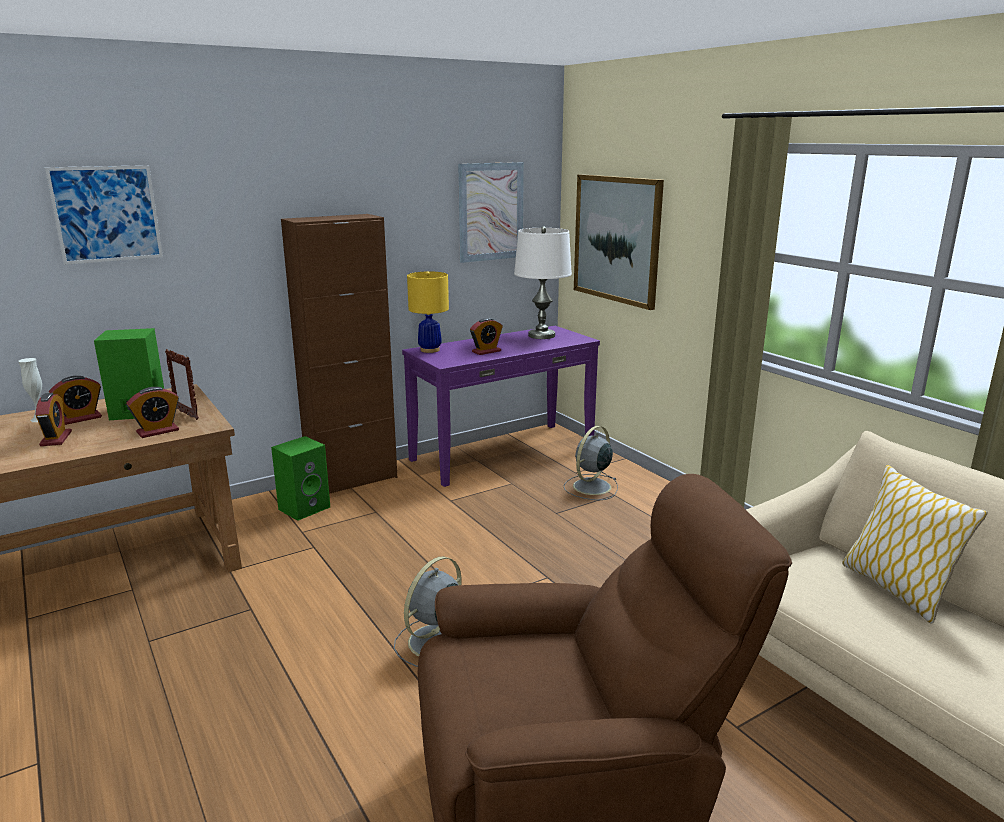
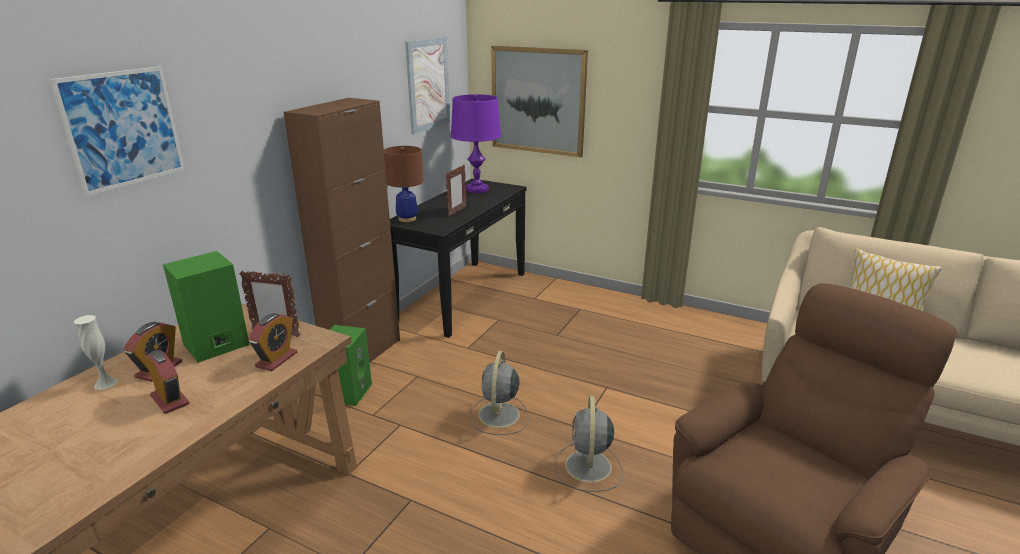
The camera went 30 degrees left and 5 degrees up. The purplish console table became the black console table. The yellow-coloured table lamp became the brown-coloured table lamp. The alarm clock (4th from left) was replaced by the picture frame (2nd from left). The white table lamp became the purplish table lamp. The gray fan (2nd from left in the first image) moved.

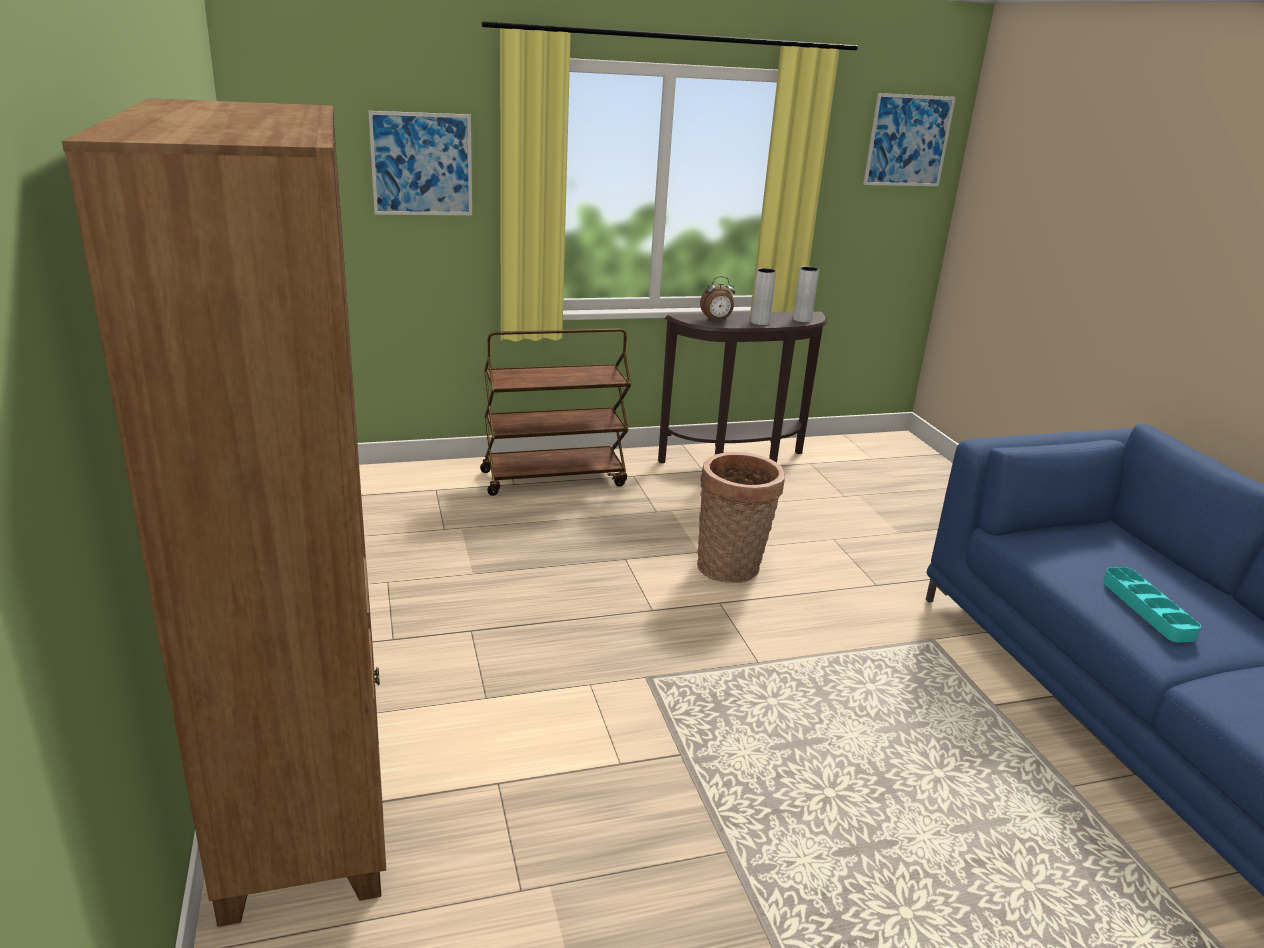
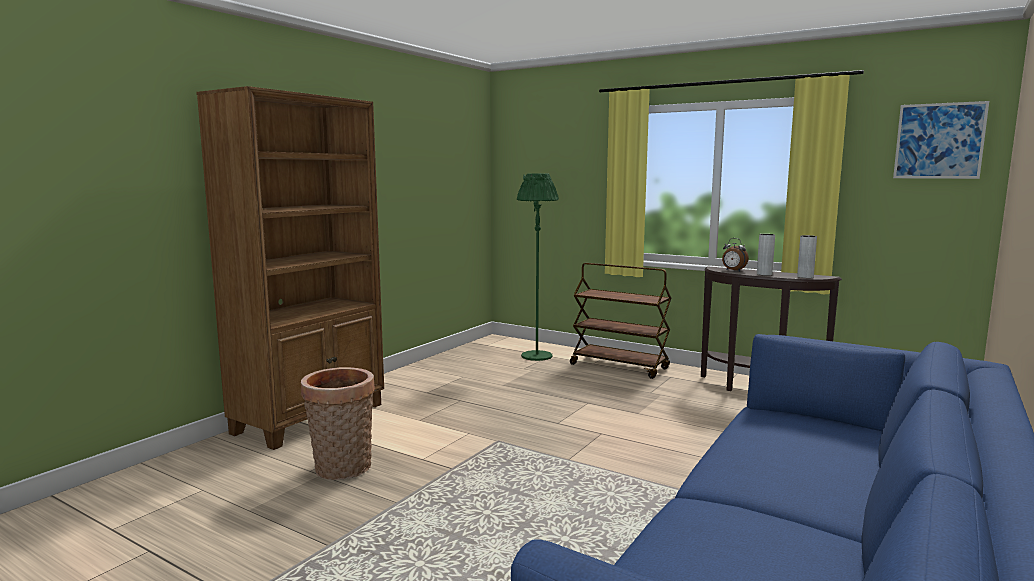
The camera went 50 degrees right and 15 degrees down. The wall picture (1st from left) disappeared. The household basket moved. The turquoise-coloured carrying tray disappeared. The green-coloured standard lamp appeared.

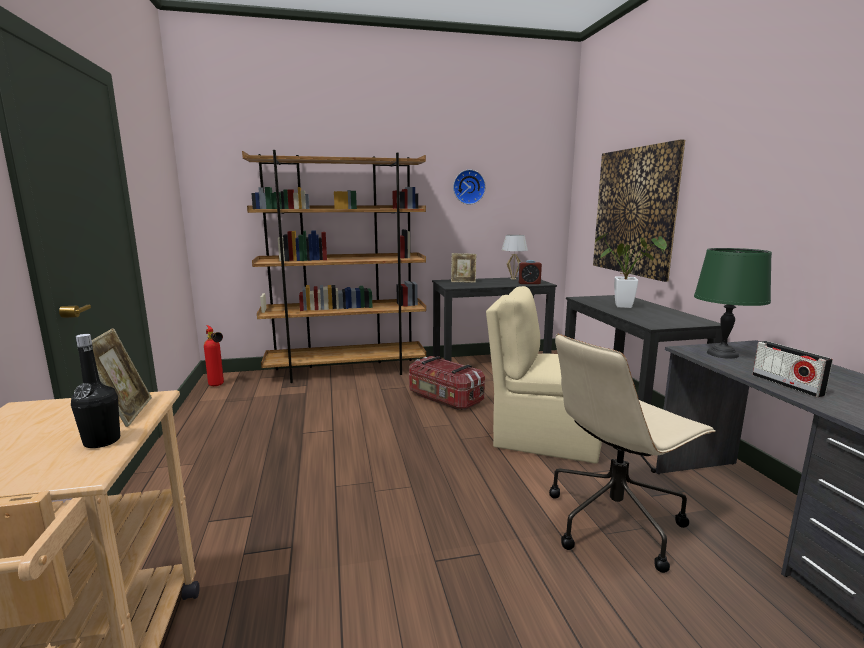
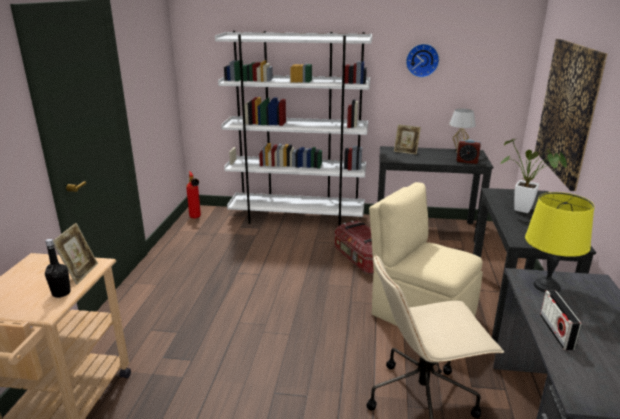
The camera went 20 degrees right and 10 degrees up. The brown-coloured shelving unit became the white shelving unit. The green-coloured table lamp became the yellow-coloured table lamp.

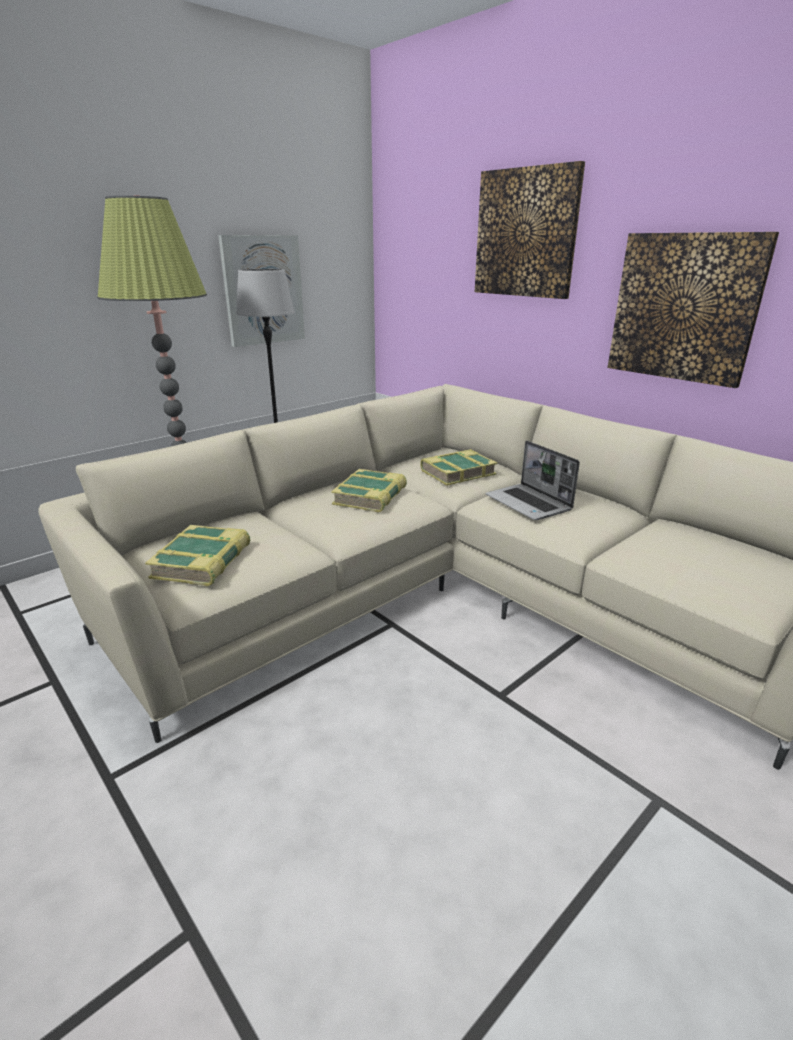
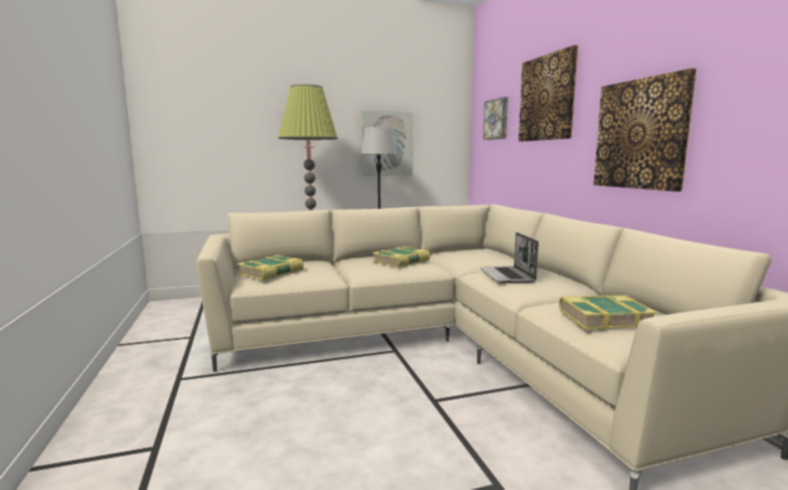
The camera went 25 degrees right and 15 degrees down. The volume (3rd from left) moved. The wall picture (2nd from left) appeared.

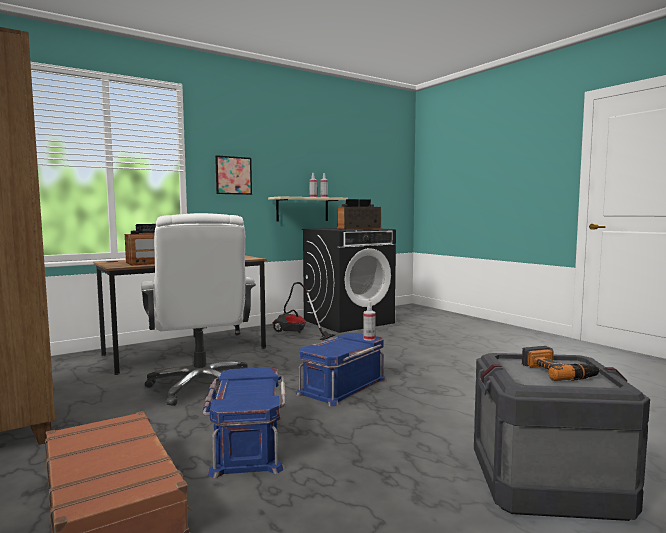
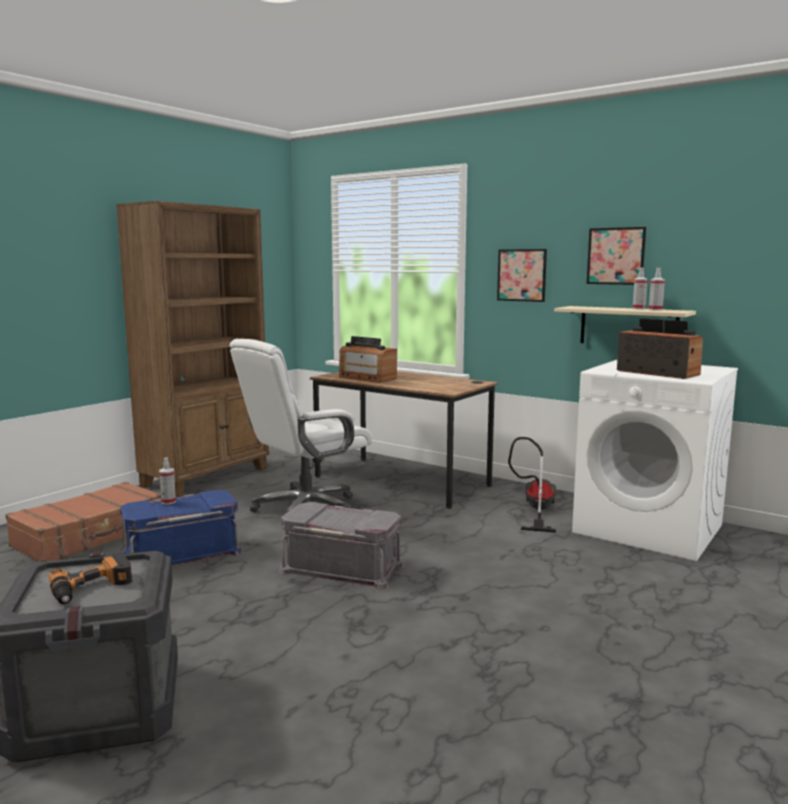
The camera went 70 degrees right and 5 degrees up. The bluish storage box (2nd from left) became the gray storage box. The black washing machine became the white washing machine. The spray bottle (3rd from left in the first image) moved. The wall picture (2nd from left) appeared.

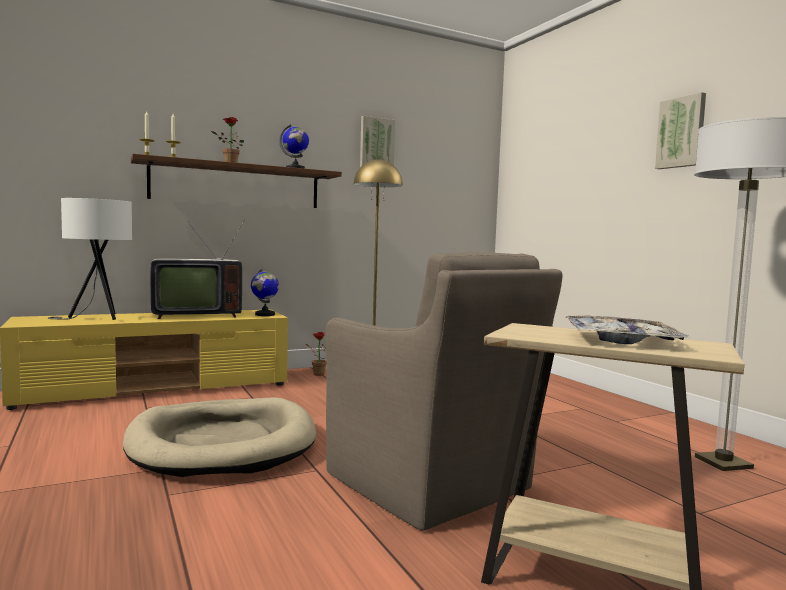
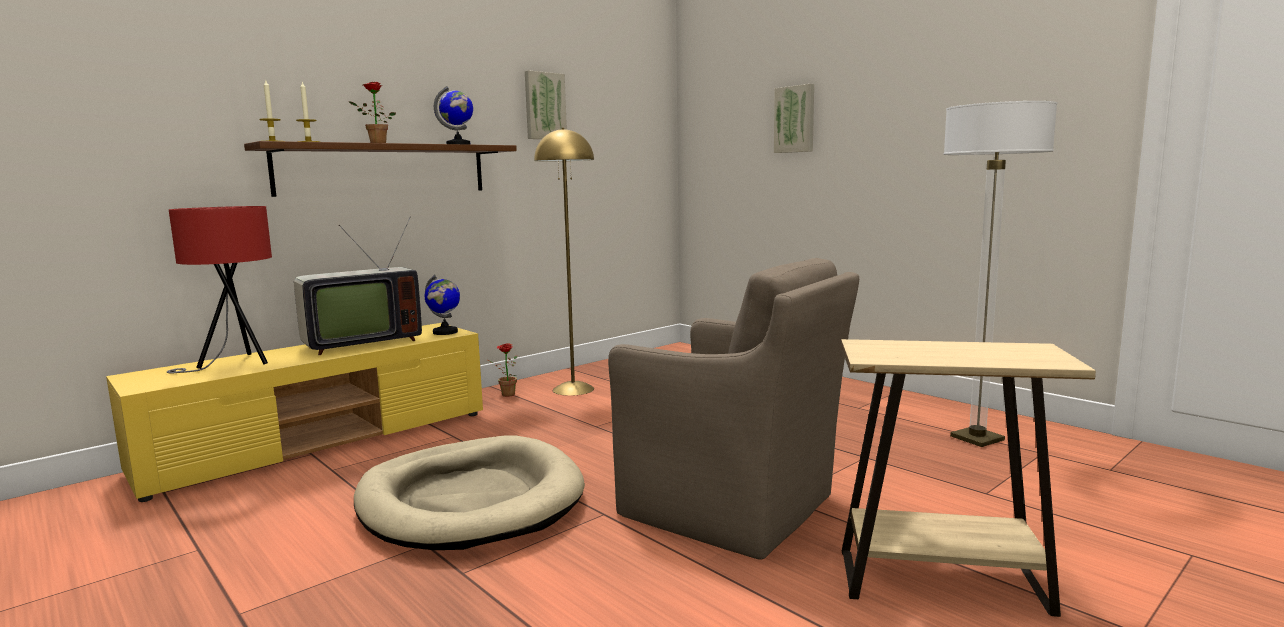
The camera went 15 degrees left and 5 degrees up. The white table lamp became the red table lamp. The carrying tray disappeared. The wall picture (2nd from left) moved.

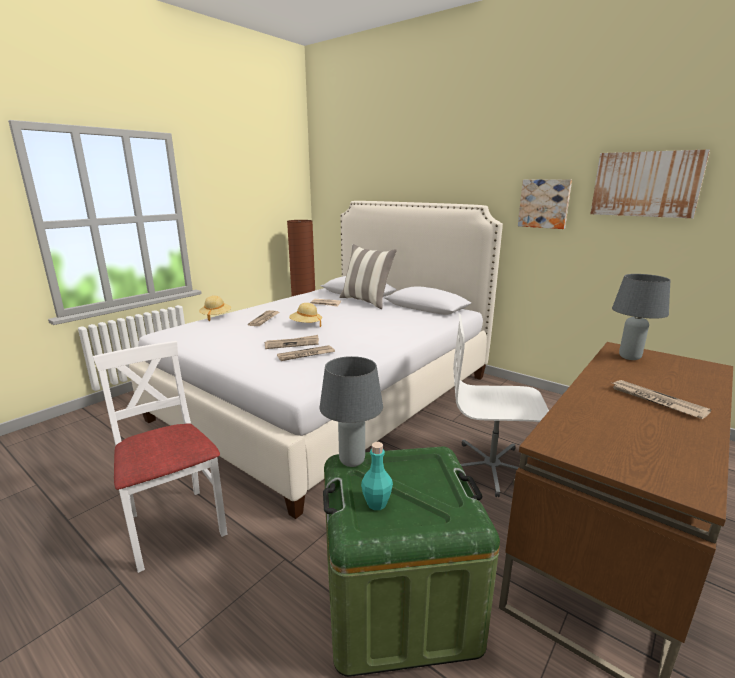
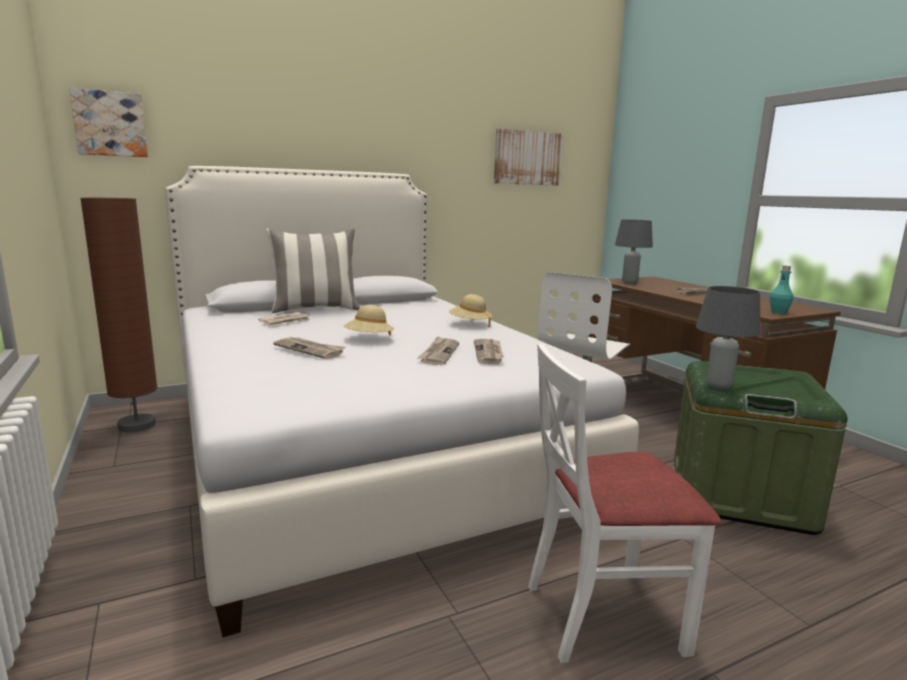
The camera went 65 degrees left and 5 degrees down. The beige-coloured hat (1st from left in the first image) moved. The turquoise-coloured drink bottle moved. The wall picture (1st from left) moved.

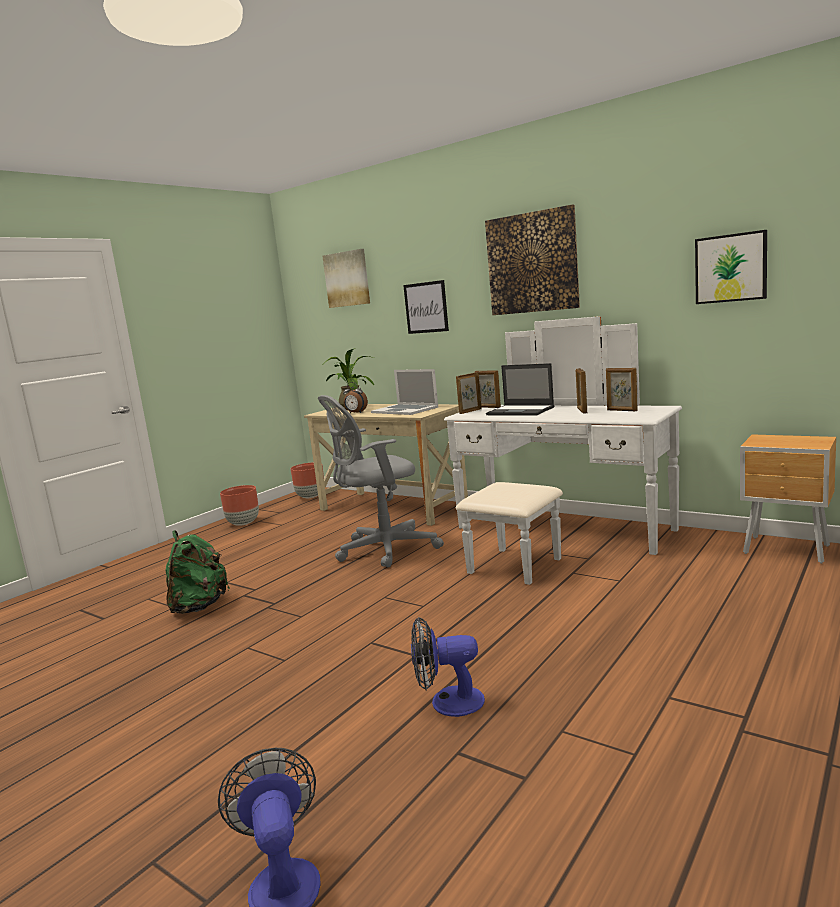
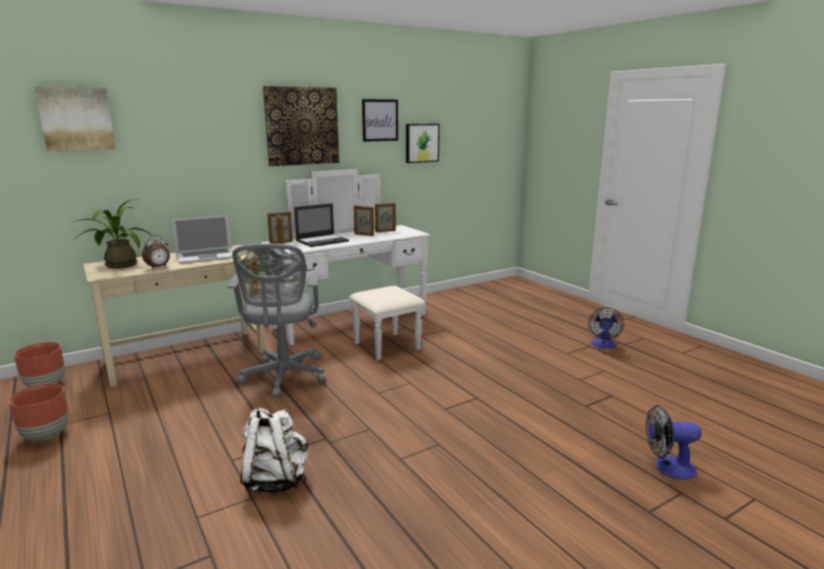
The camera went 70 degrees left and 5 degrees up. The green-coloured rucksack became the white rucksack. The wall picture (2nd from left in the first image) moved. The fan (2nd from left in the first image) moved. The brown-coloured nightstand disappeared.

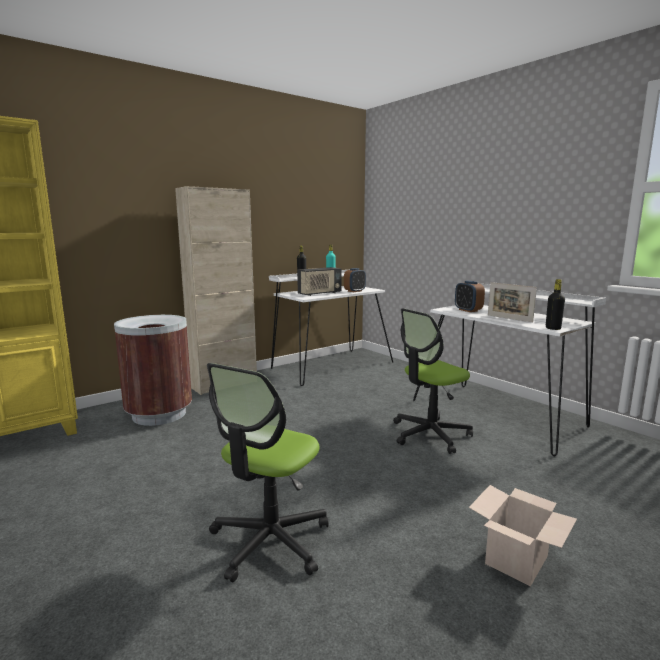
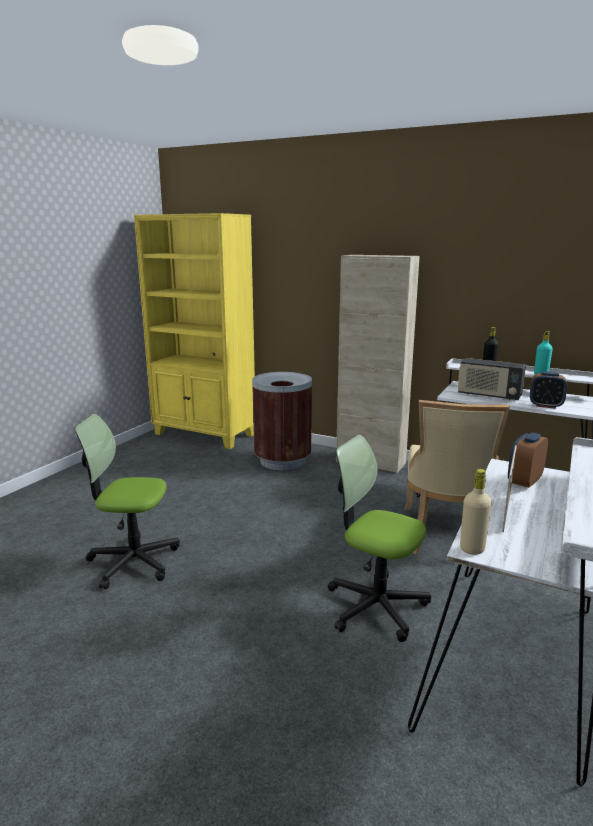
The camera went 65 degrees right and 5 degrees up. The carton disappeared. The black drink bottle (2nd from left) became the beige-coloured drink bottle. The beige-coloured chair appeared.

